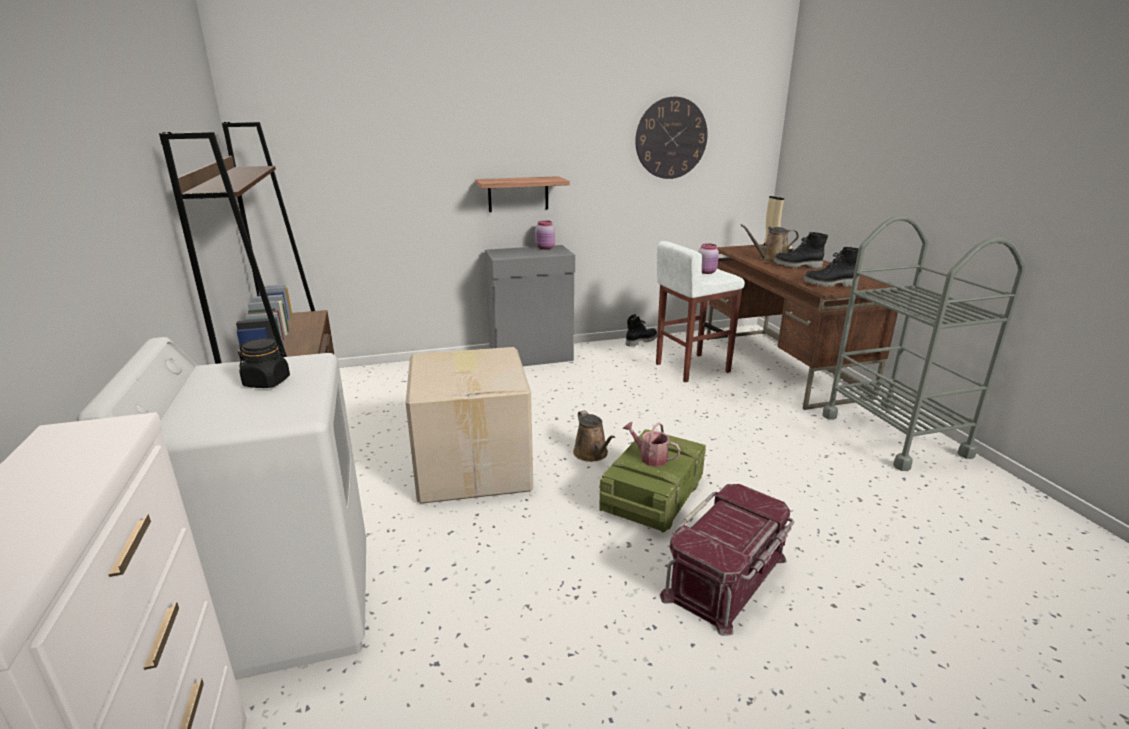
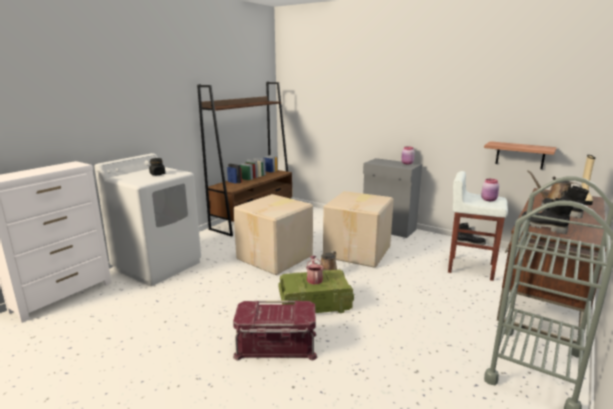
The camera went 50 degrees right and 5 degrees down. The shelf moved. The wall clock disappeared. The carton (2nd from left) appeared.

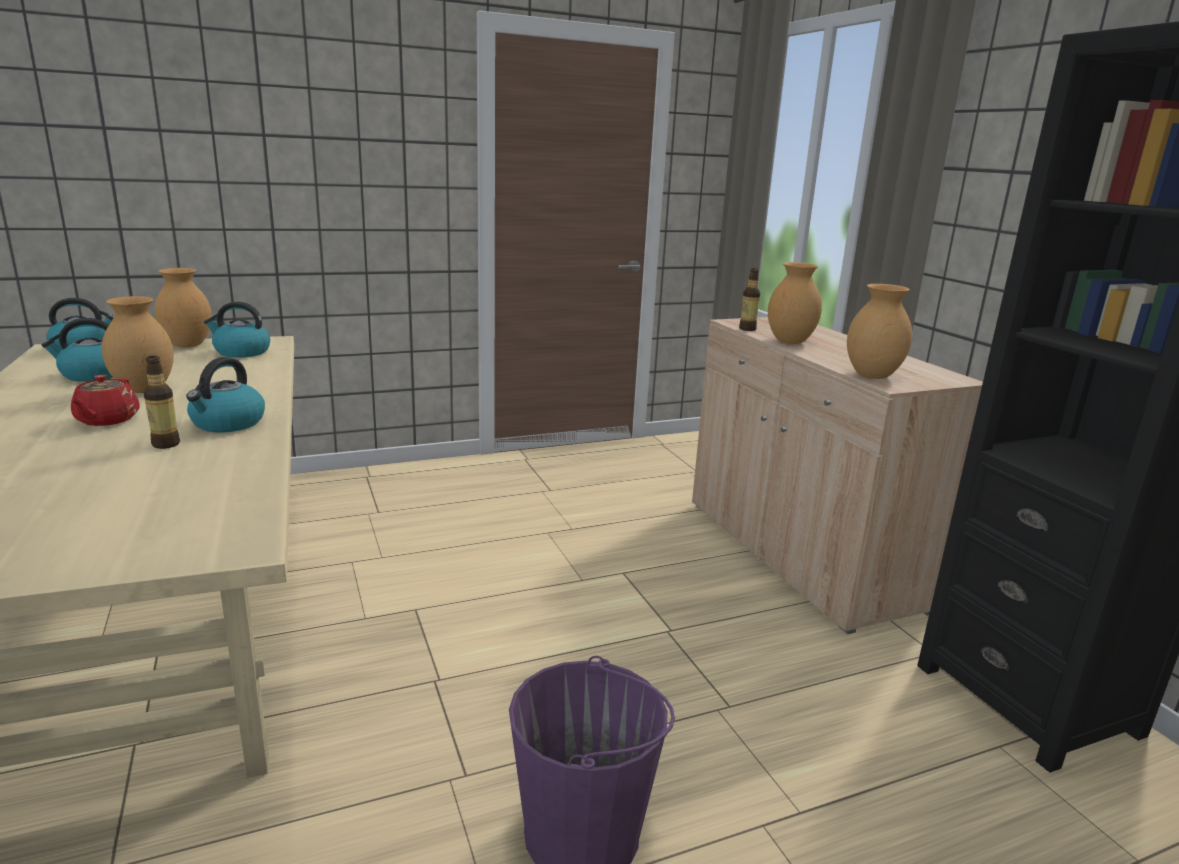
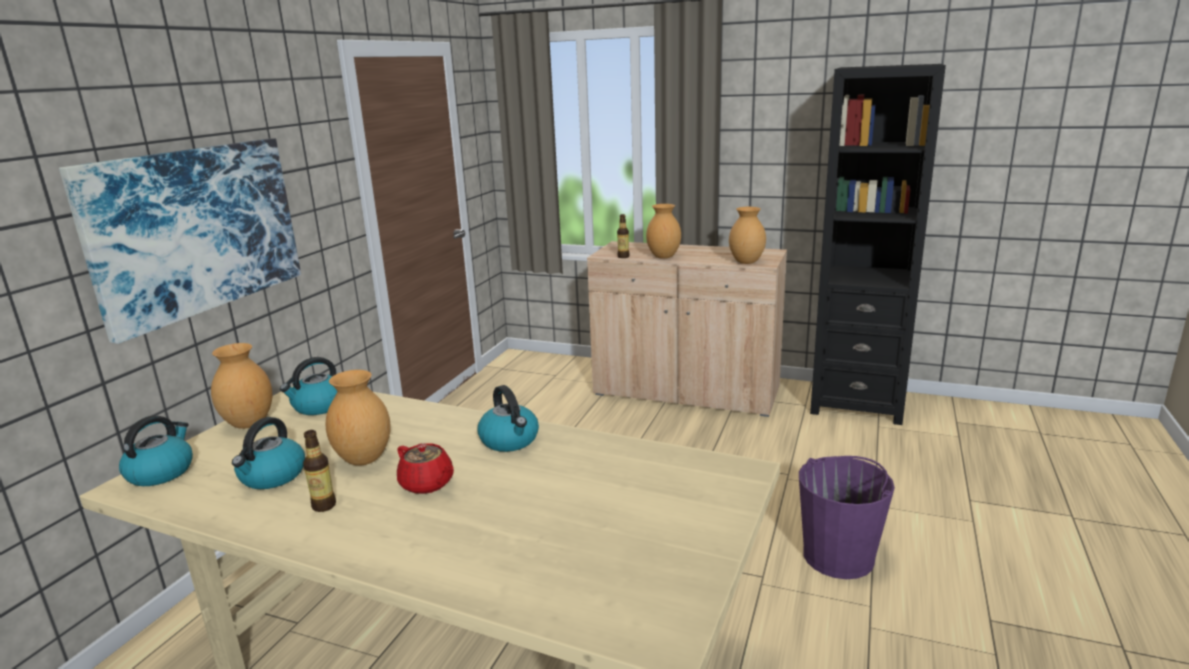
The camera went 45 degrees left and 0 degrees up. The drink bottle (1st from left) moved. The wall picture appeared.

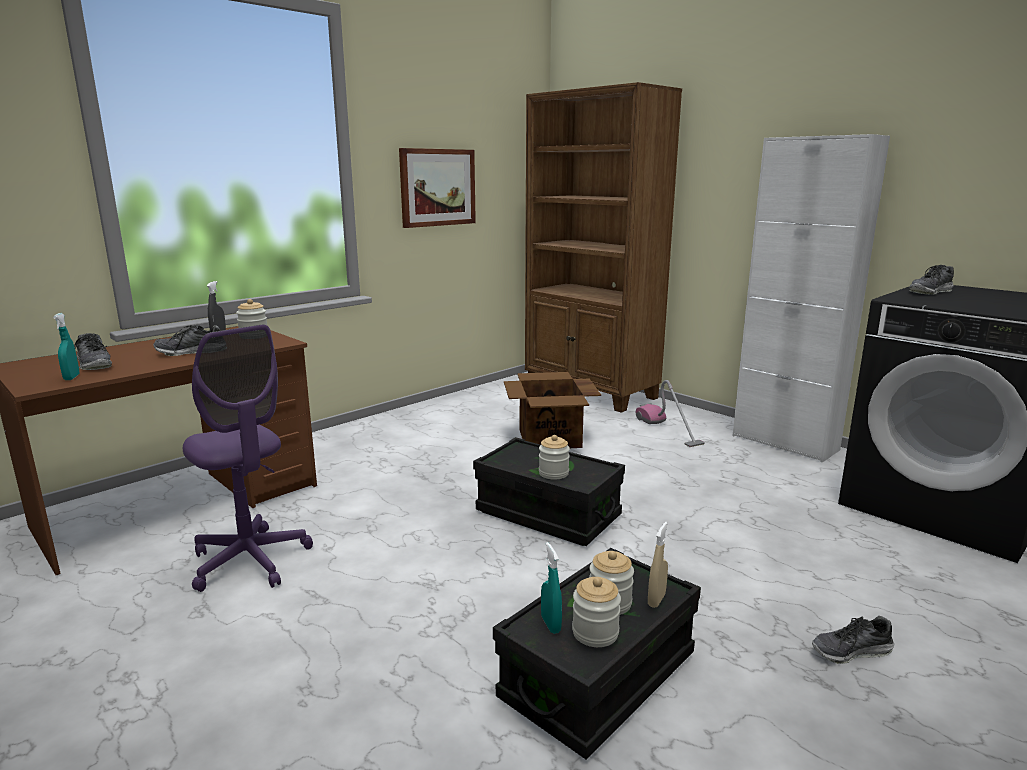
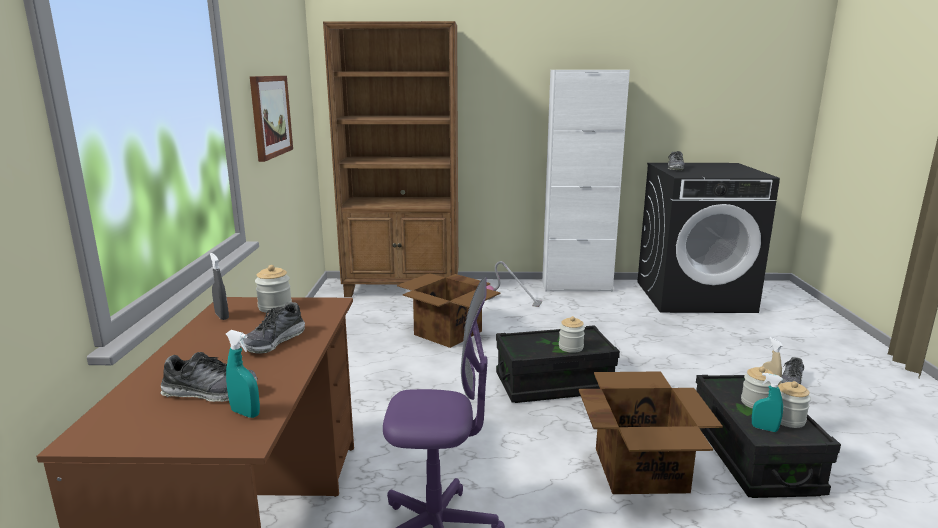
The camera went 45 degrees left and 0 degrees up. The carton (2nd from left) appeared.

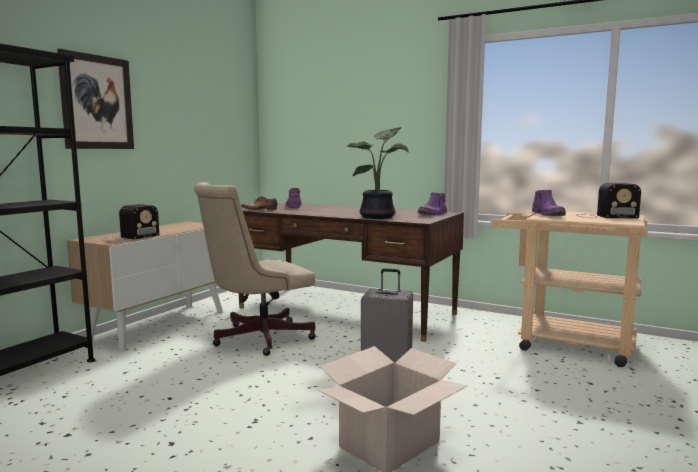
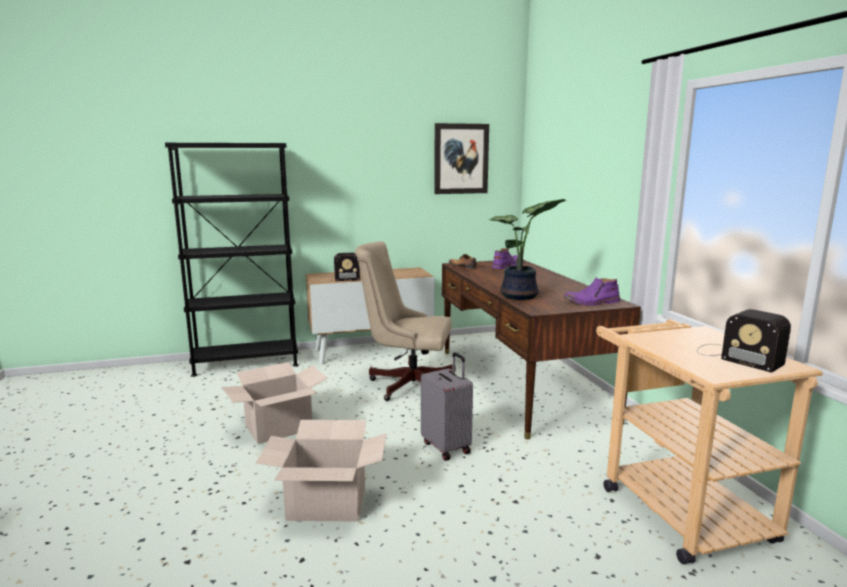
The camera went 45 degrees right and 5 degrees up. The wall picture moved. The purplish tall boot (3rd from left) disappeared. The carton (1st from left) appeared.

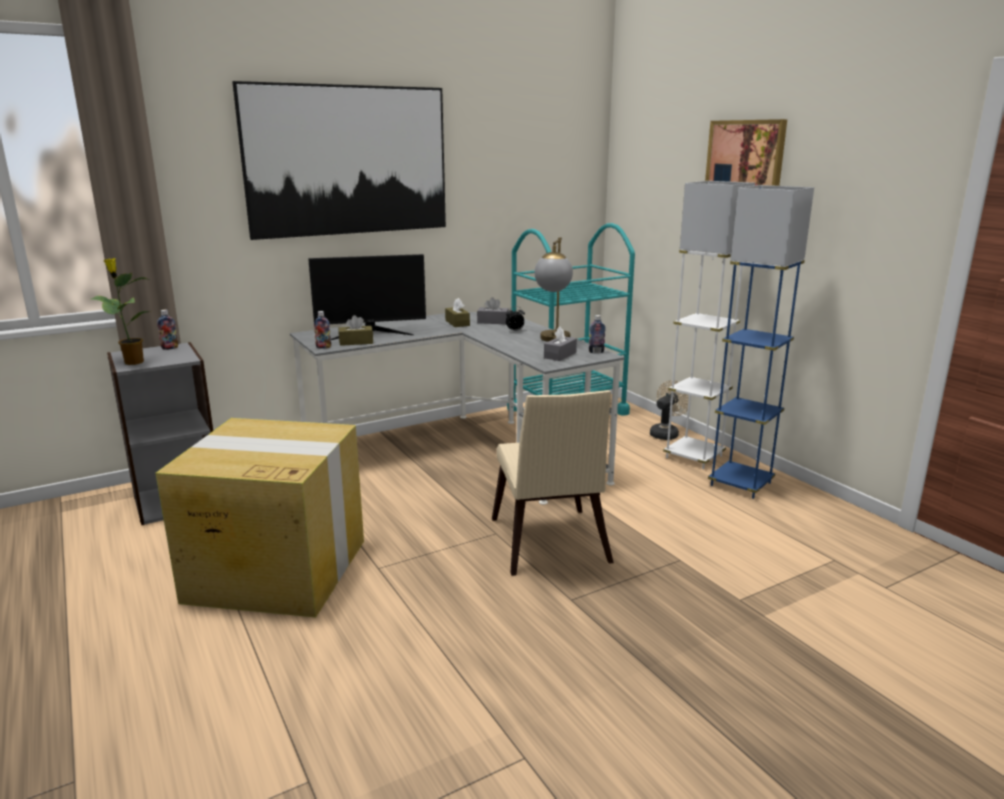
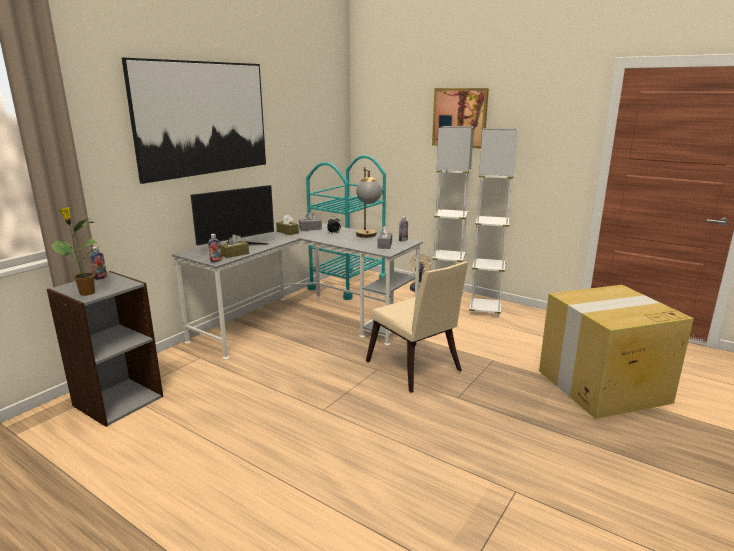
The camera went 25 degrees left and 0 degrees up. The carton moved. The bluish standard lamp became the white standard lamp (2nd from left).

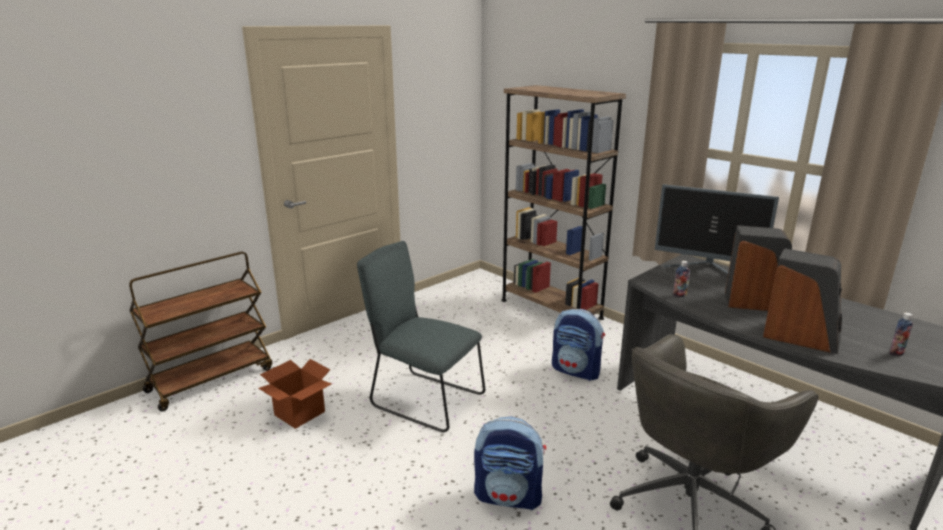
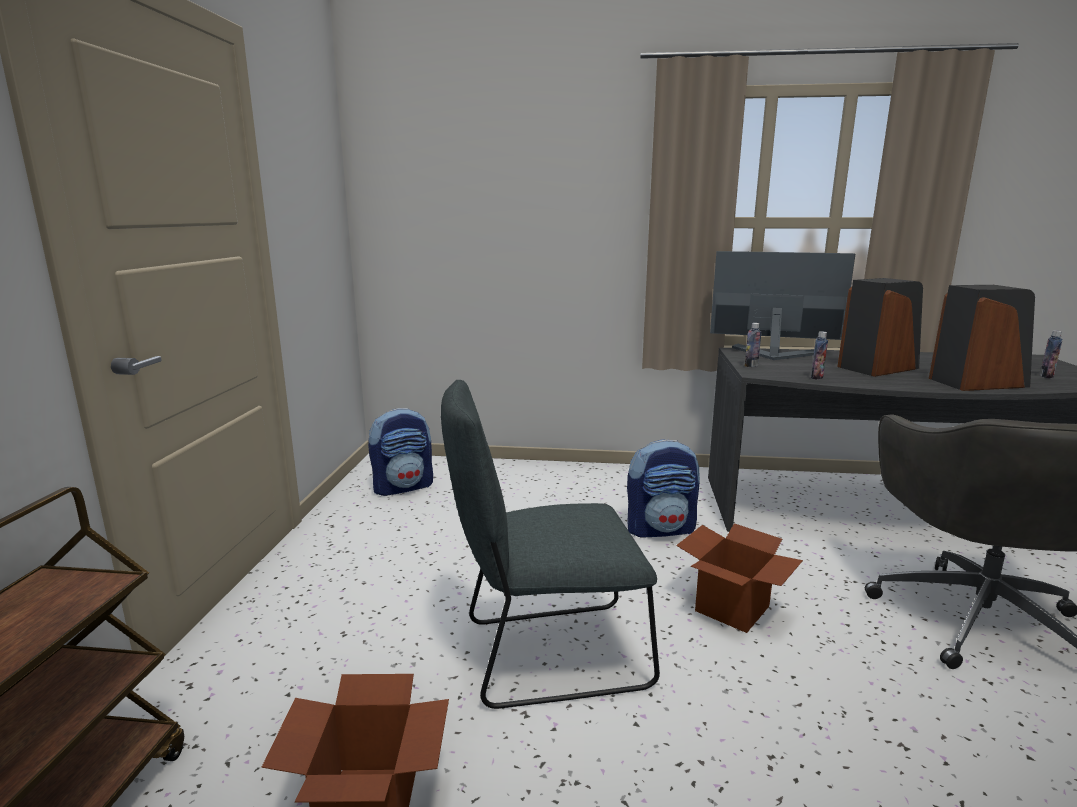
The camera went 40 degrees left and 5 degrees down. The rucksack (1st from left) moved. The brown-coloured shelving unit disappeared. The computer screen turned 150 degrees counterclockwise. The carton (2nd from left) appeared. The drink bottle (1st from left) appeared.

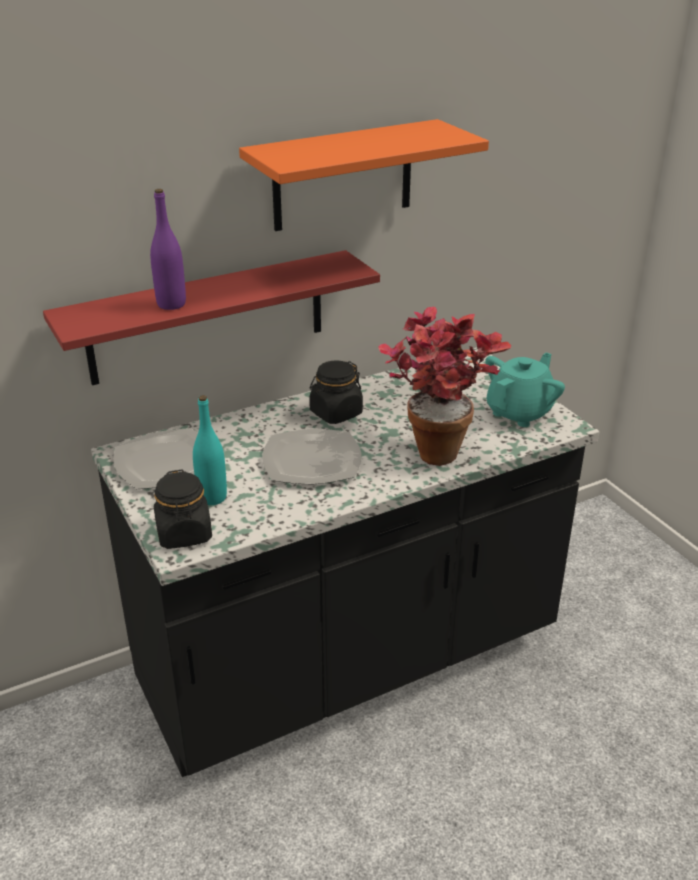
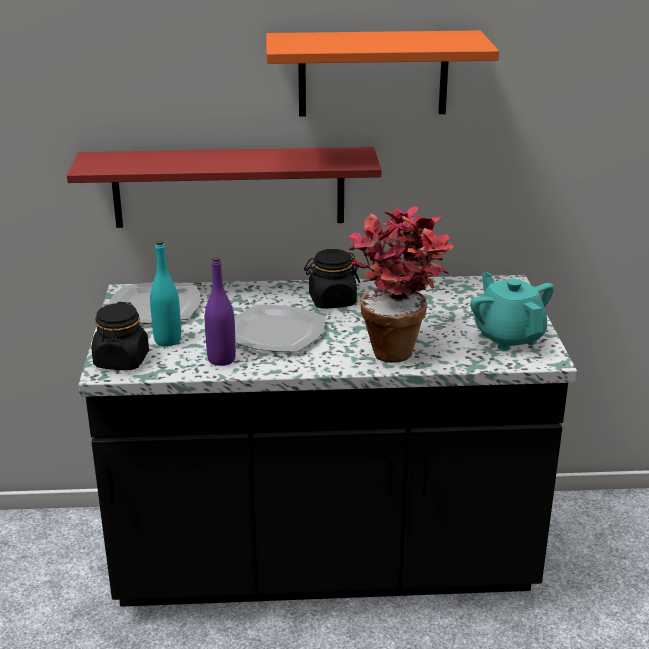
The camera went 25 degrees right and 5 degrees down. The purplish drink bottle moved. The turquoise-coloured teapot turned 90 degrees counterclockwise.

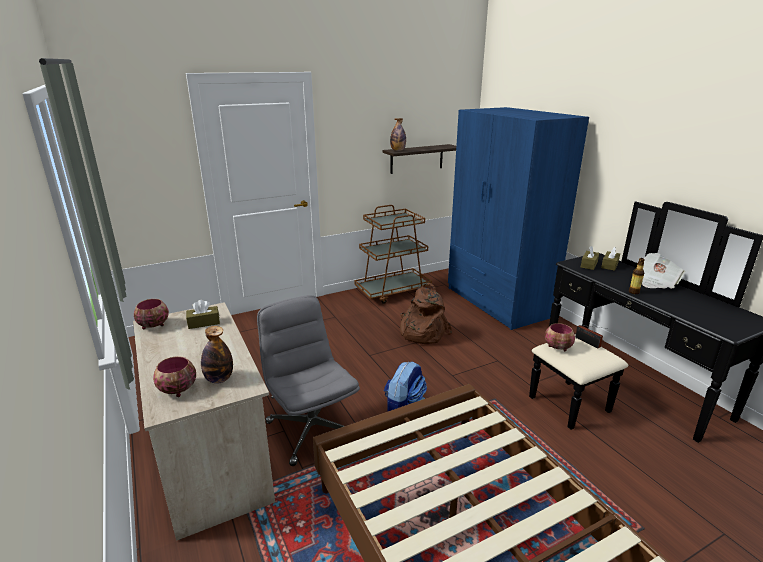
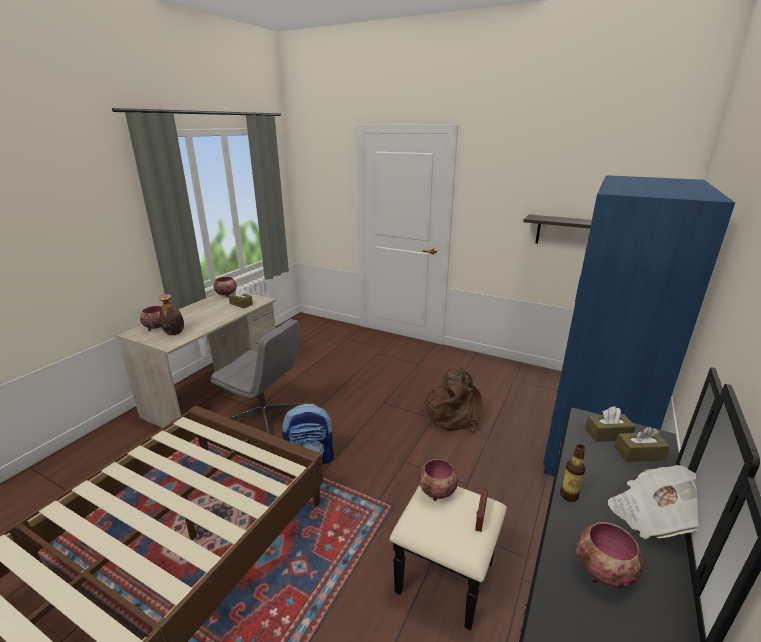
The camera went 55 degrees right and 0 degrees up. The gray computer chair turned 90 degrees clockwise. The brown-coloured wheeled cart disappeared. The drink bottle (2nd from left) disappeared. The bowl (4th from left) appeared.

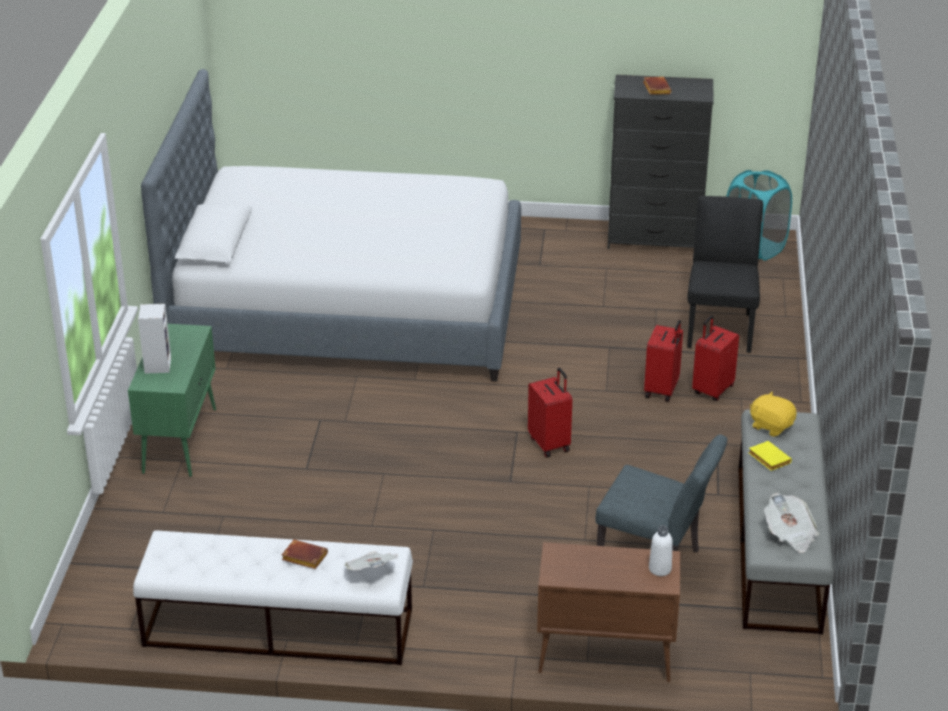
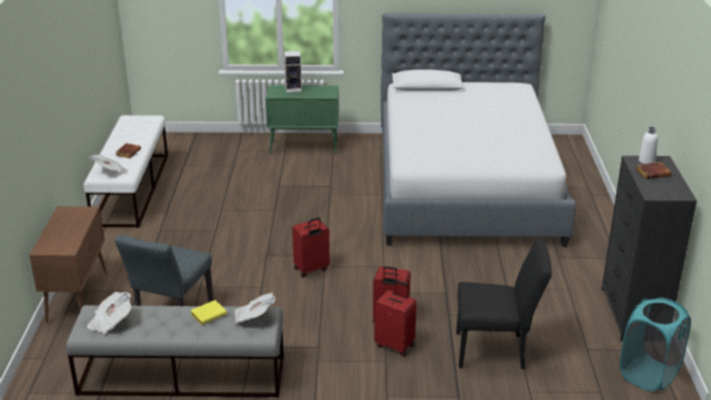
The camera went 85 degrees right and 5 degrees down. The white drink bottle moved. The yellow-coloured plush toy was replaced by the printed paper (3rd from left).

